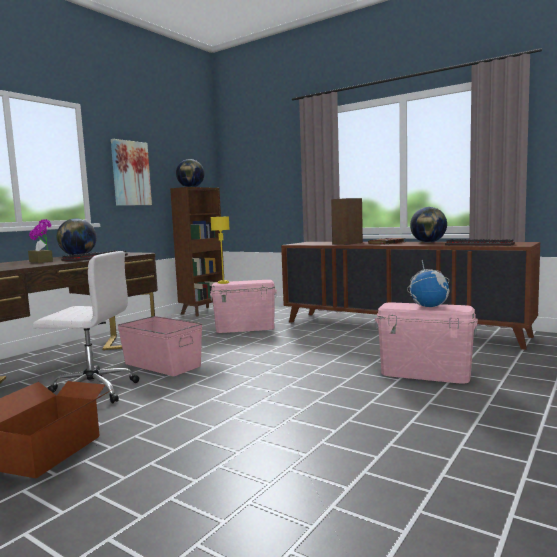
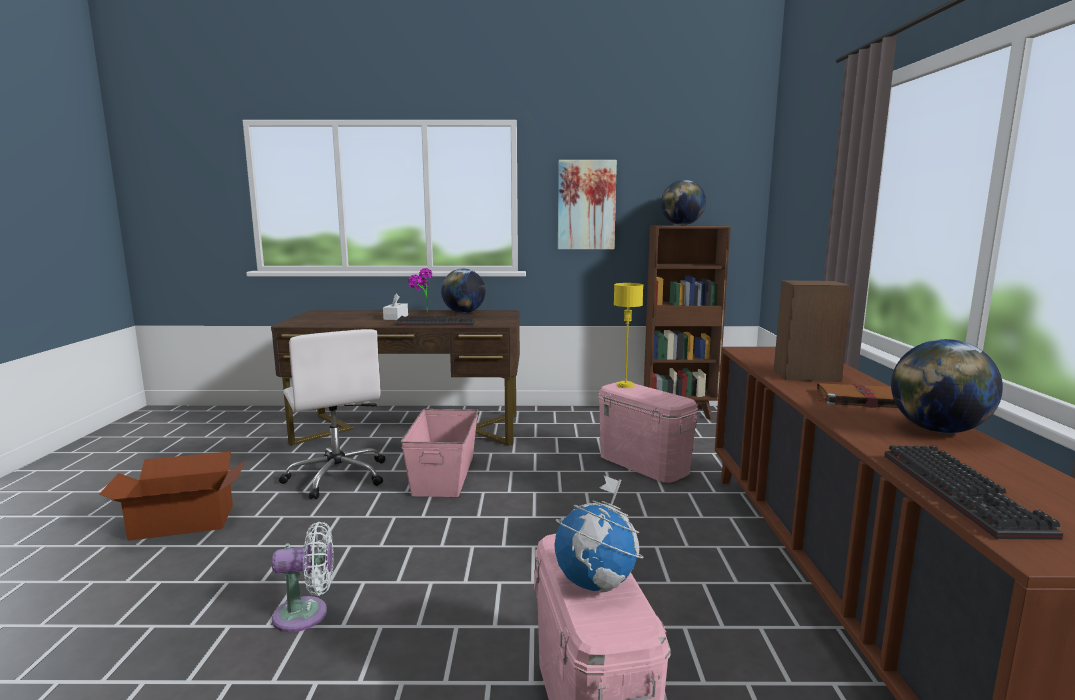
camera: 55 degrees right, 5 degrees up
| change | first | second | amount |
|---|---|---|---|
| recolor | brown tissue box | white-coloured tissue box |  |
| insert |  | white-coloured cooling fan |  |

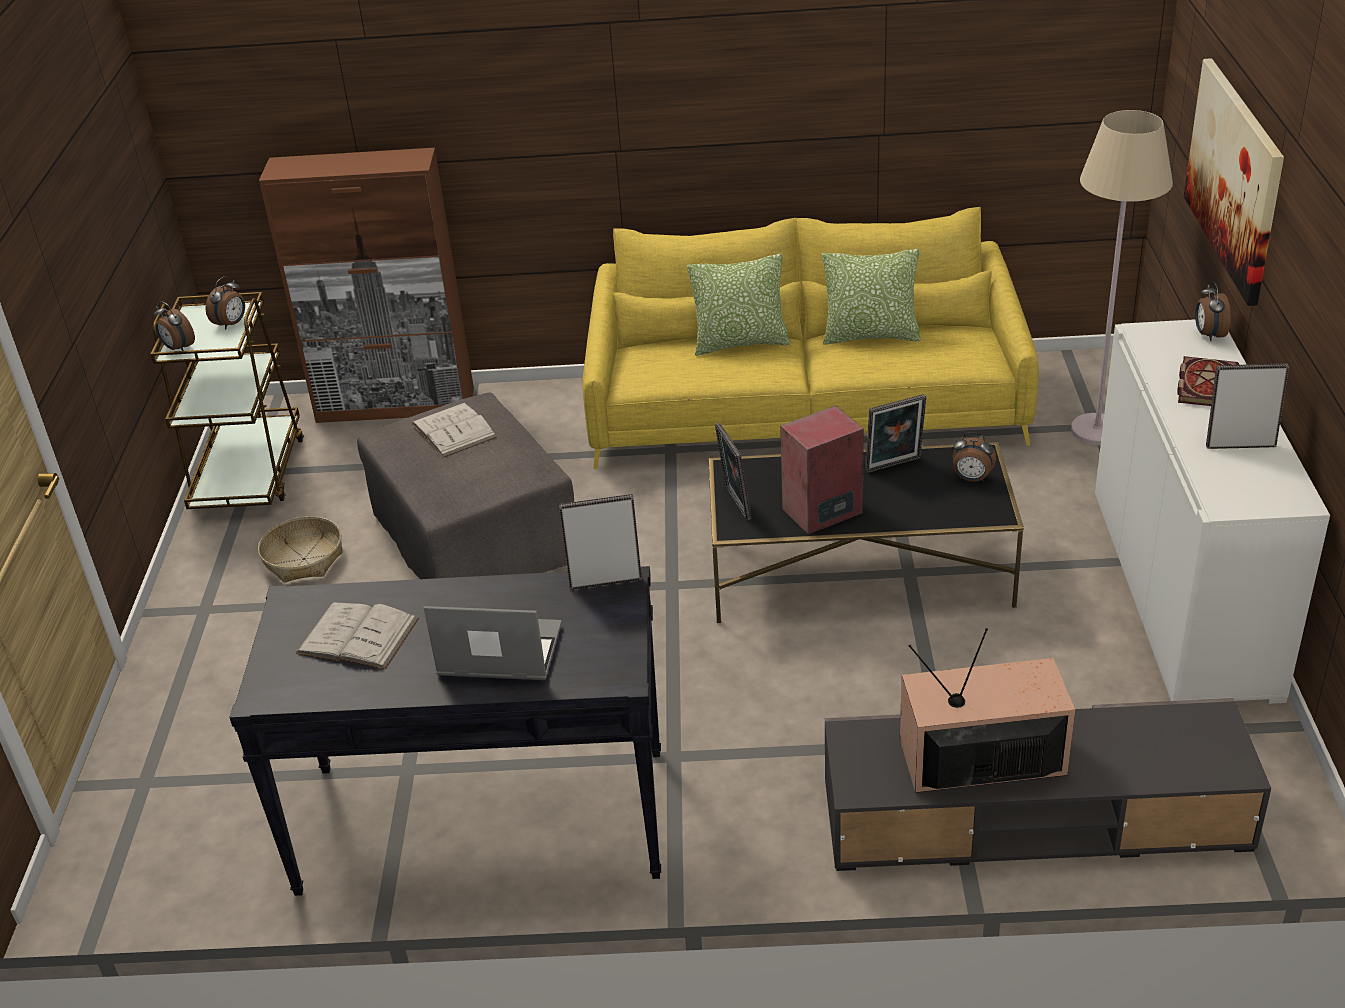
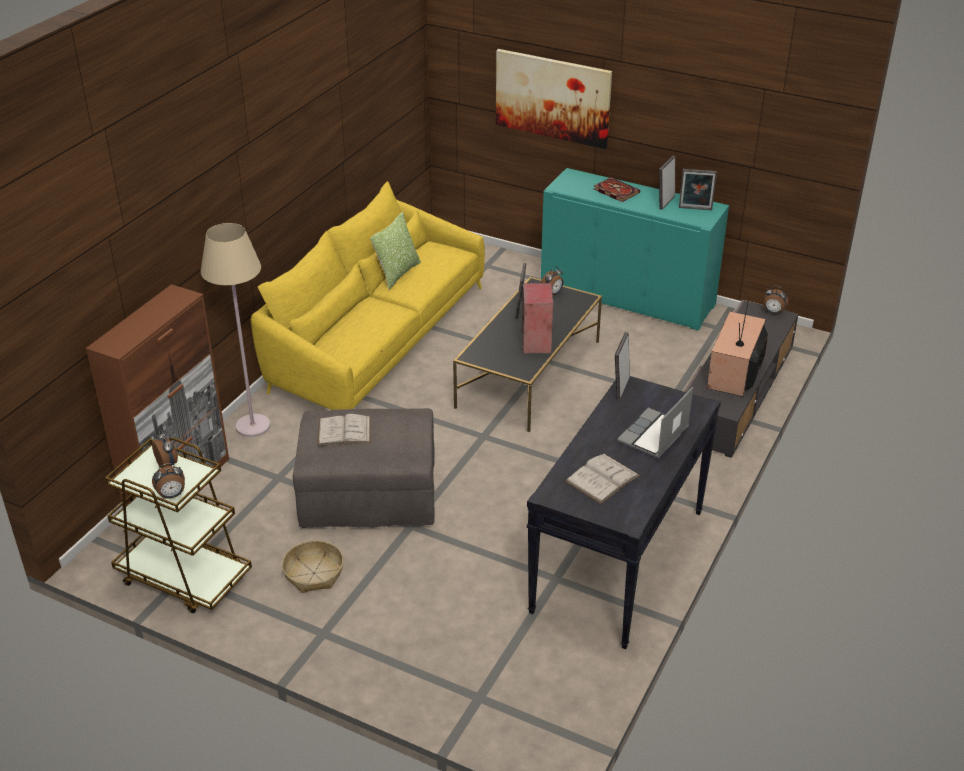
camera: 65 degrees left, 0 degrees up
| change | first | second | amount |
|---|---|---|---|
| delete | cushion (1st from left) |  |  |
| move | photo frame (2nd from left in the first image) | photo frame (4th from left) |  |
| move | beige standing lamp |  |  |
| recolor | white-coloured cupboard | blue-green cupboard |  |
| move | table clock (4th from left) |  |  |

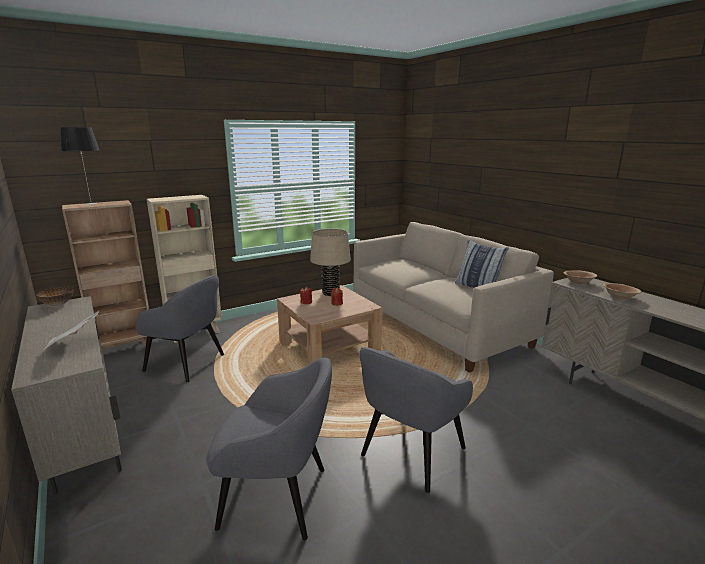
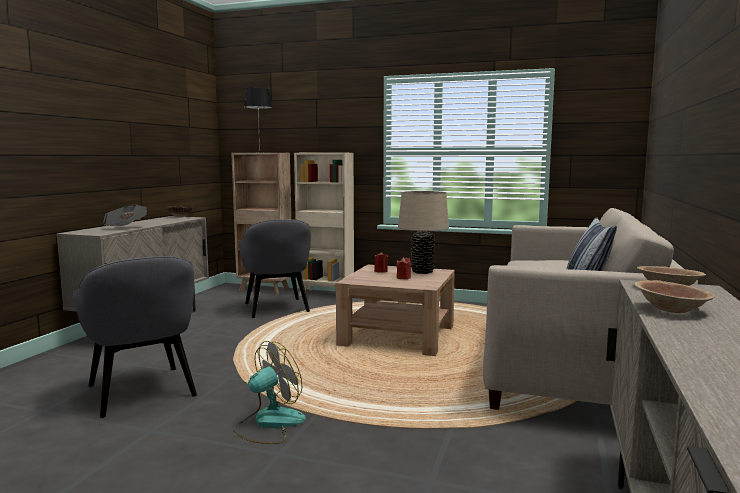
camera: 50 degrees right, 10 degrees down
| change | first | second | amount |
|---|---|---|---|
| replace | greyish lounge chair (3rd from left) | cooling fan |  |

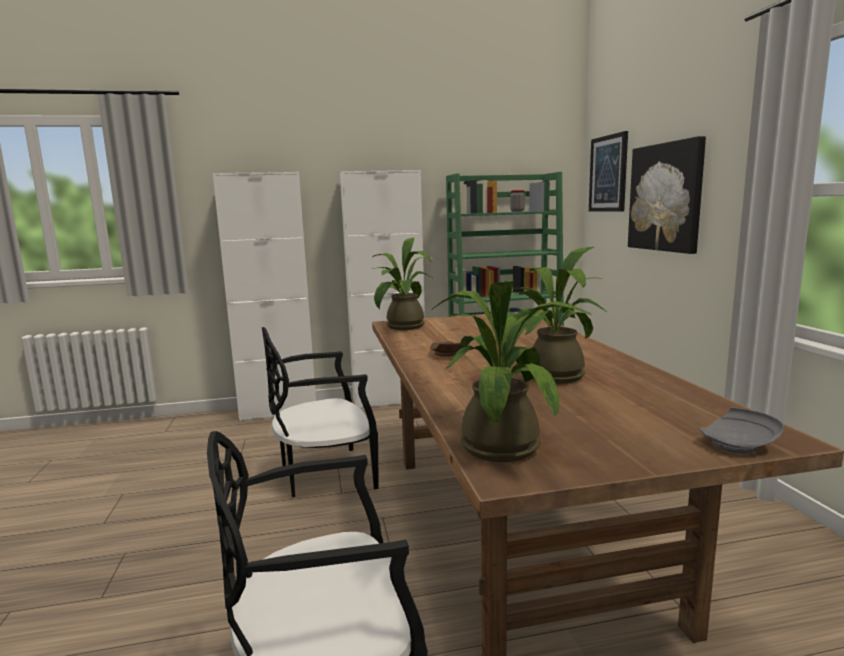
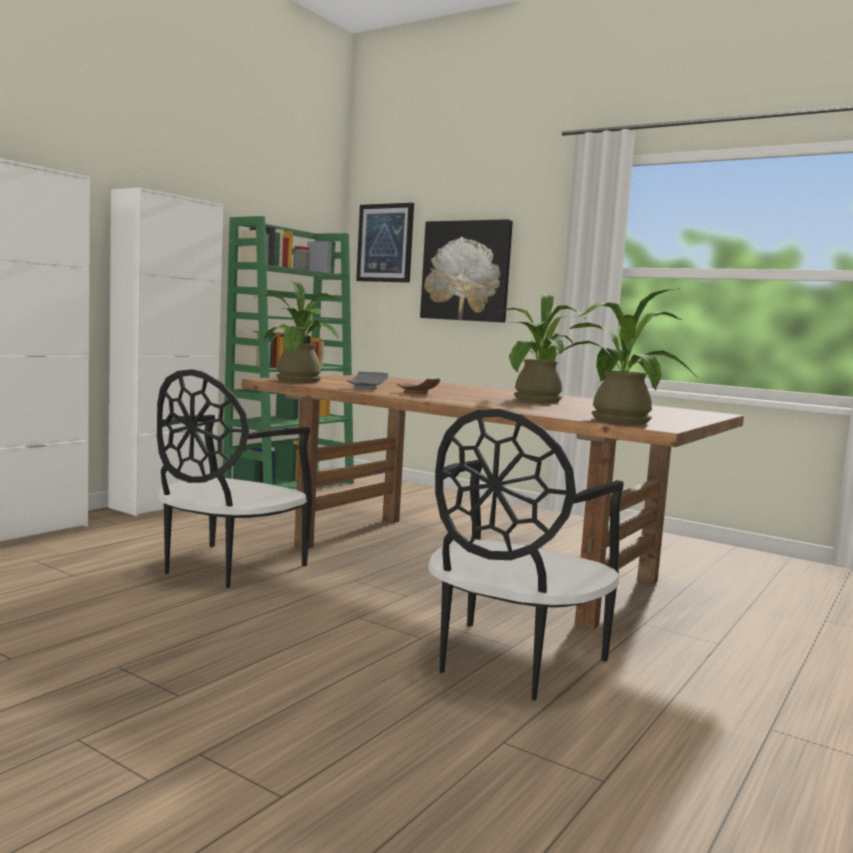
camera: 45 degrees left, 5 degrees down
| change | first | second | amount |
|---|---|---|---|
| move | greyish flat dish |  |  |

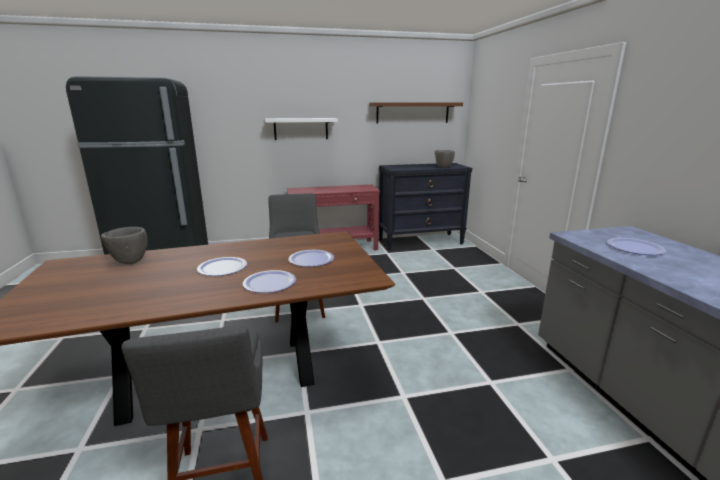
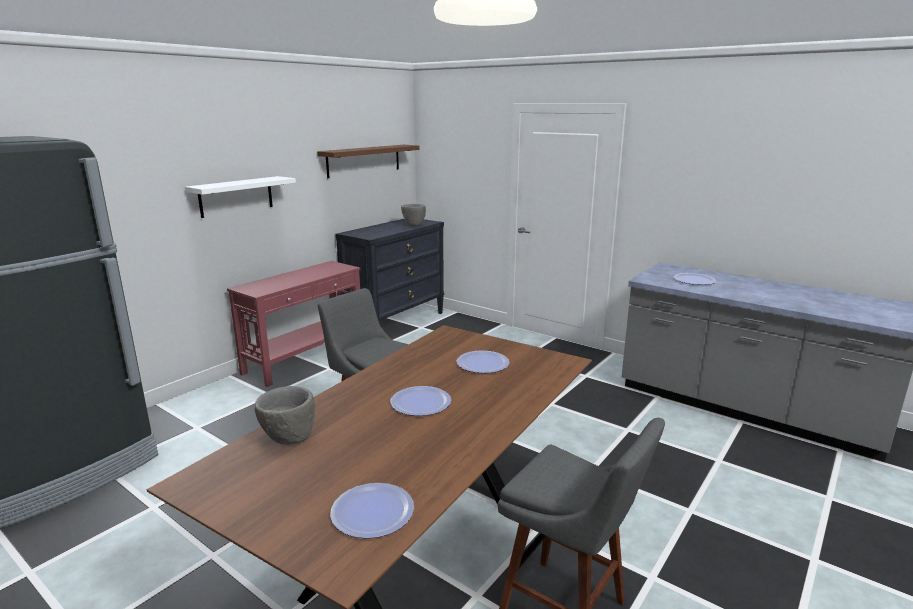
camera: 40 degrees left, 0 degrees up
| change | first | second | amount |
|---|---|---|---|
| move | flat dish (2nd from left in the first image) | flat dish (1st from left) |  |

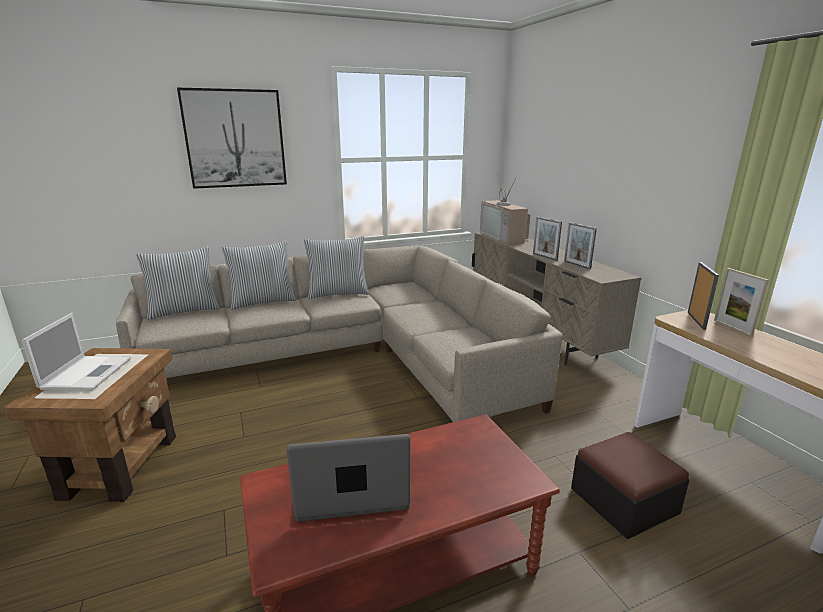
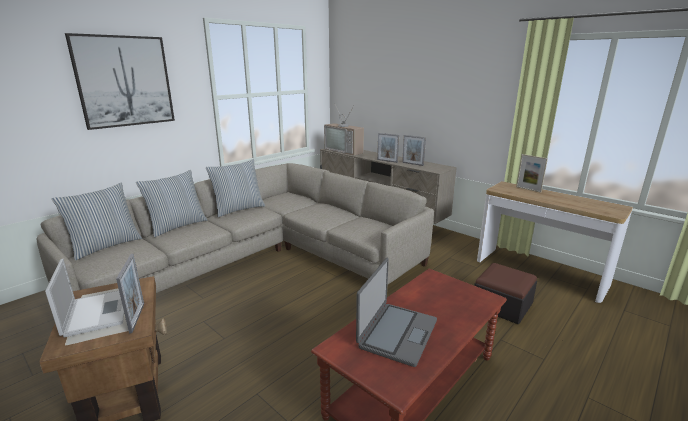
camera: 25 degrees left, 0 degrees up
| change | first | second | amount |
|---|---|---|---|
| rotate | notebook computer (2nd from left) |  | 150 degrees clockwise |
| move | photo frame (3rd from left in the first image) | photo frame (1st from left) |  |

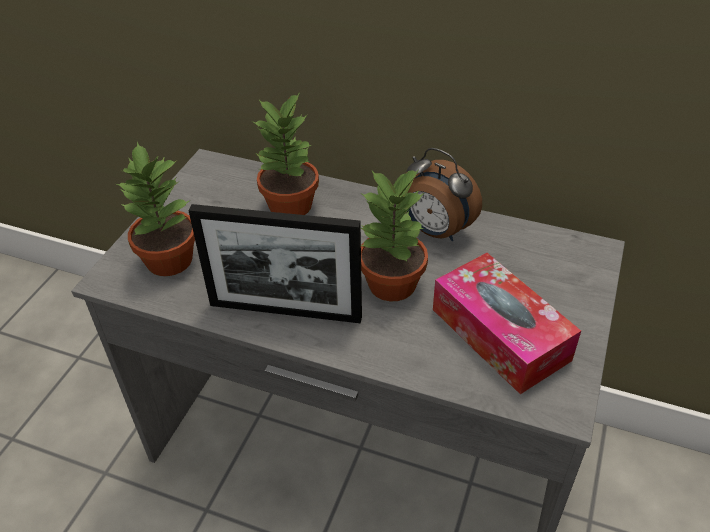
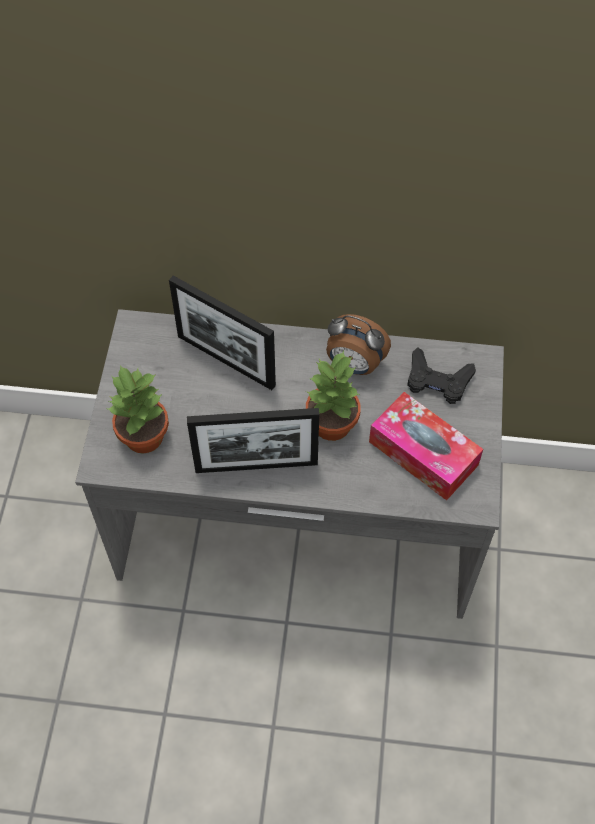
camera: 15 degrees left, 15 degrees up
| change | first | second | amount |
|---|---|---|---|
| replace | plant in a pot (2nd from left) | photo frame (1st from left) |  |
| insert |  | black-coloured game controller |  |

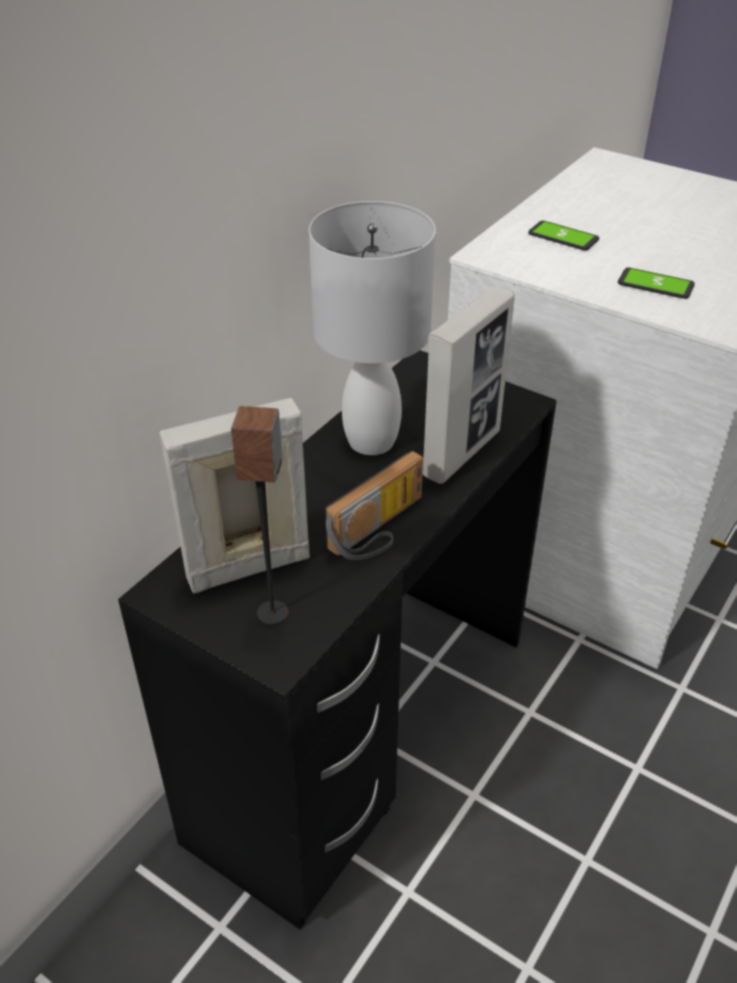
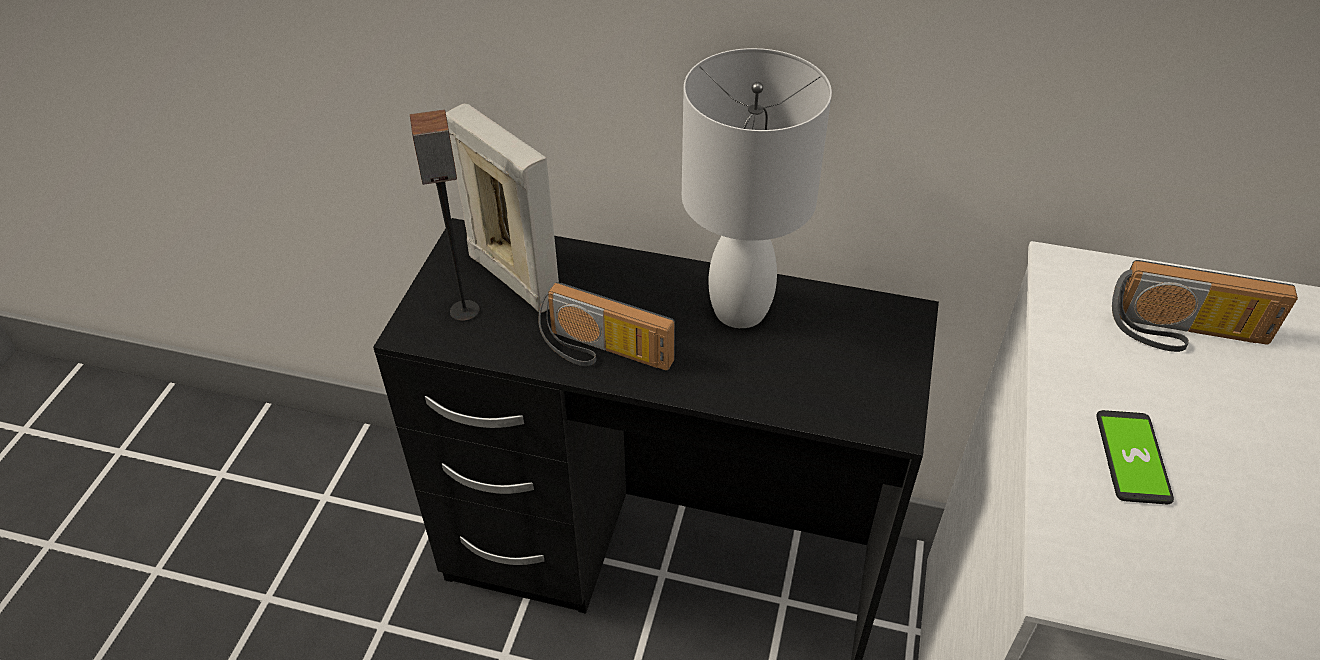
camera: 70 degrees right, 5 degrees up
| change | first | second | amount |
|---|---|---|---|
| delete | photo frame (2nd from left) |  |  |
| replace | telephone (1st from left) | radio (2nd from left) |  |

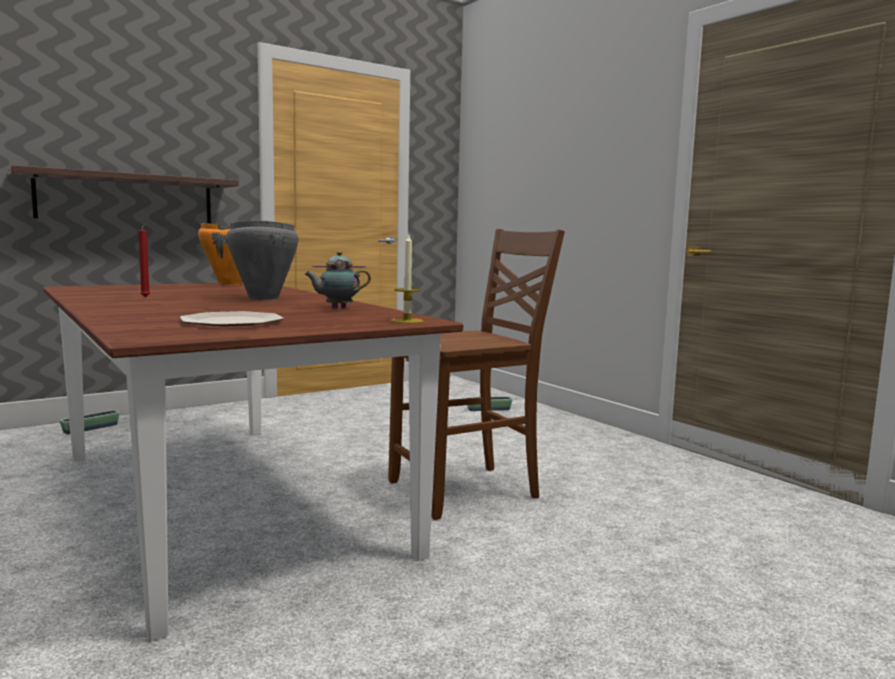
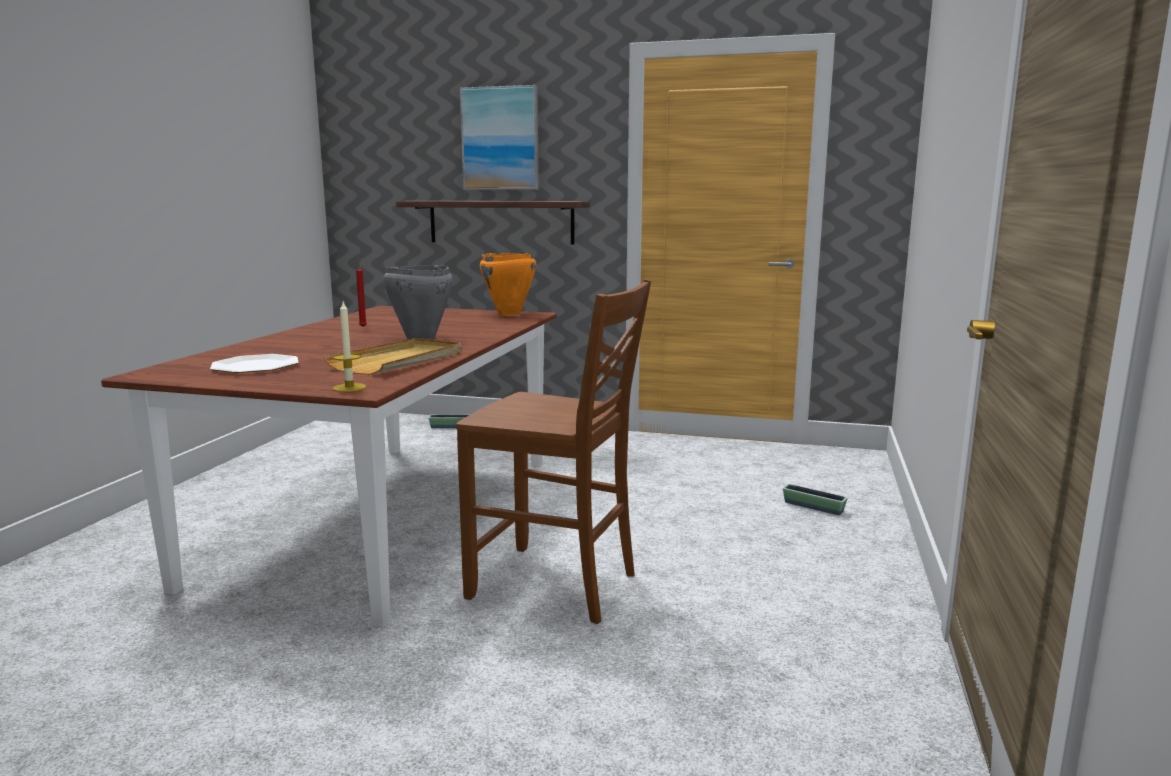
camera: 50 degrees right, 5 degrees up
| change | first | second | amount |
|---|---|---|---|
| replace | pot for tea | beige tray |  |
| insert |  | wall art |  |

